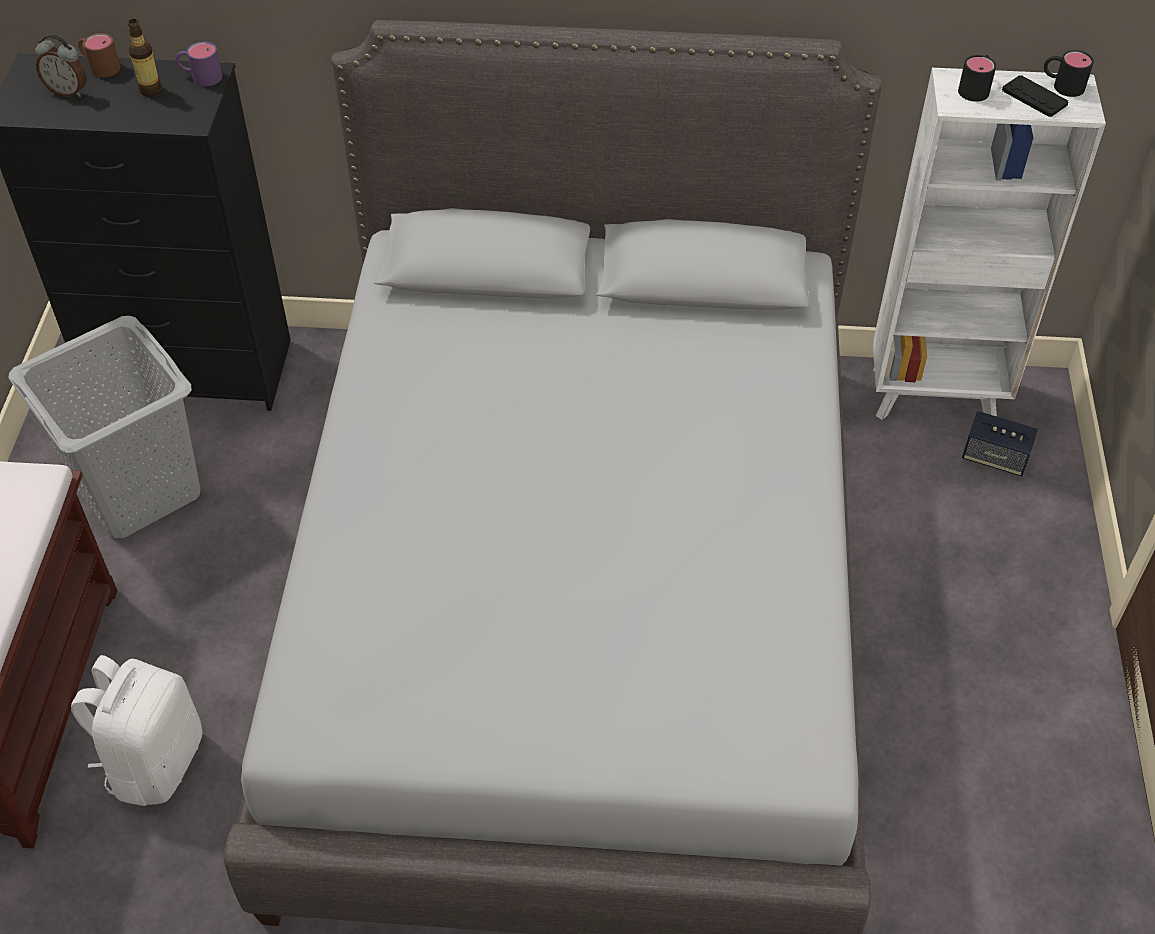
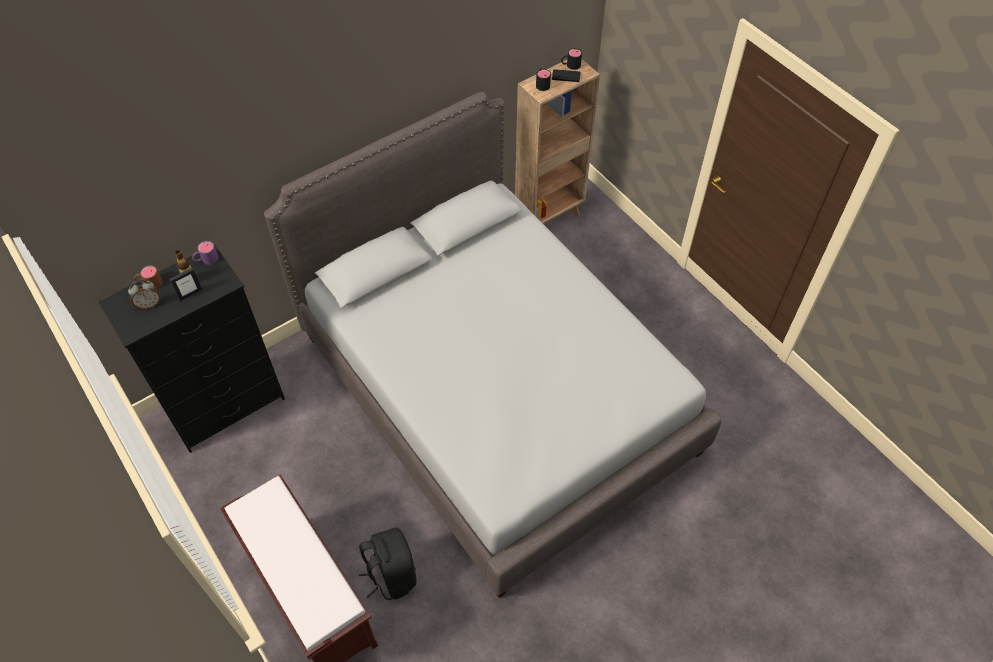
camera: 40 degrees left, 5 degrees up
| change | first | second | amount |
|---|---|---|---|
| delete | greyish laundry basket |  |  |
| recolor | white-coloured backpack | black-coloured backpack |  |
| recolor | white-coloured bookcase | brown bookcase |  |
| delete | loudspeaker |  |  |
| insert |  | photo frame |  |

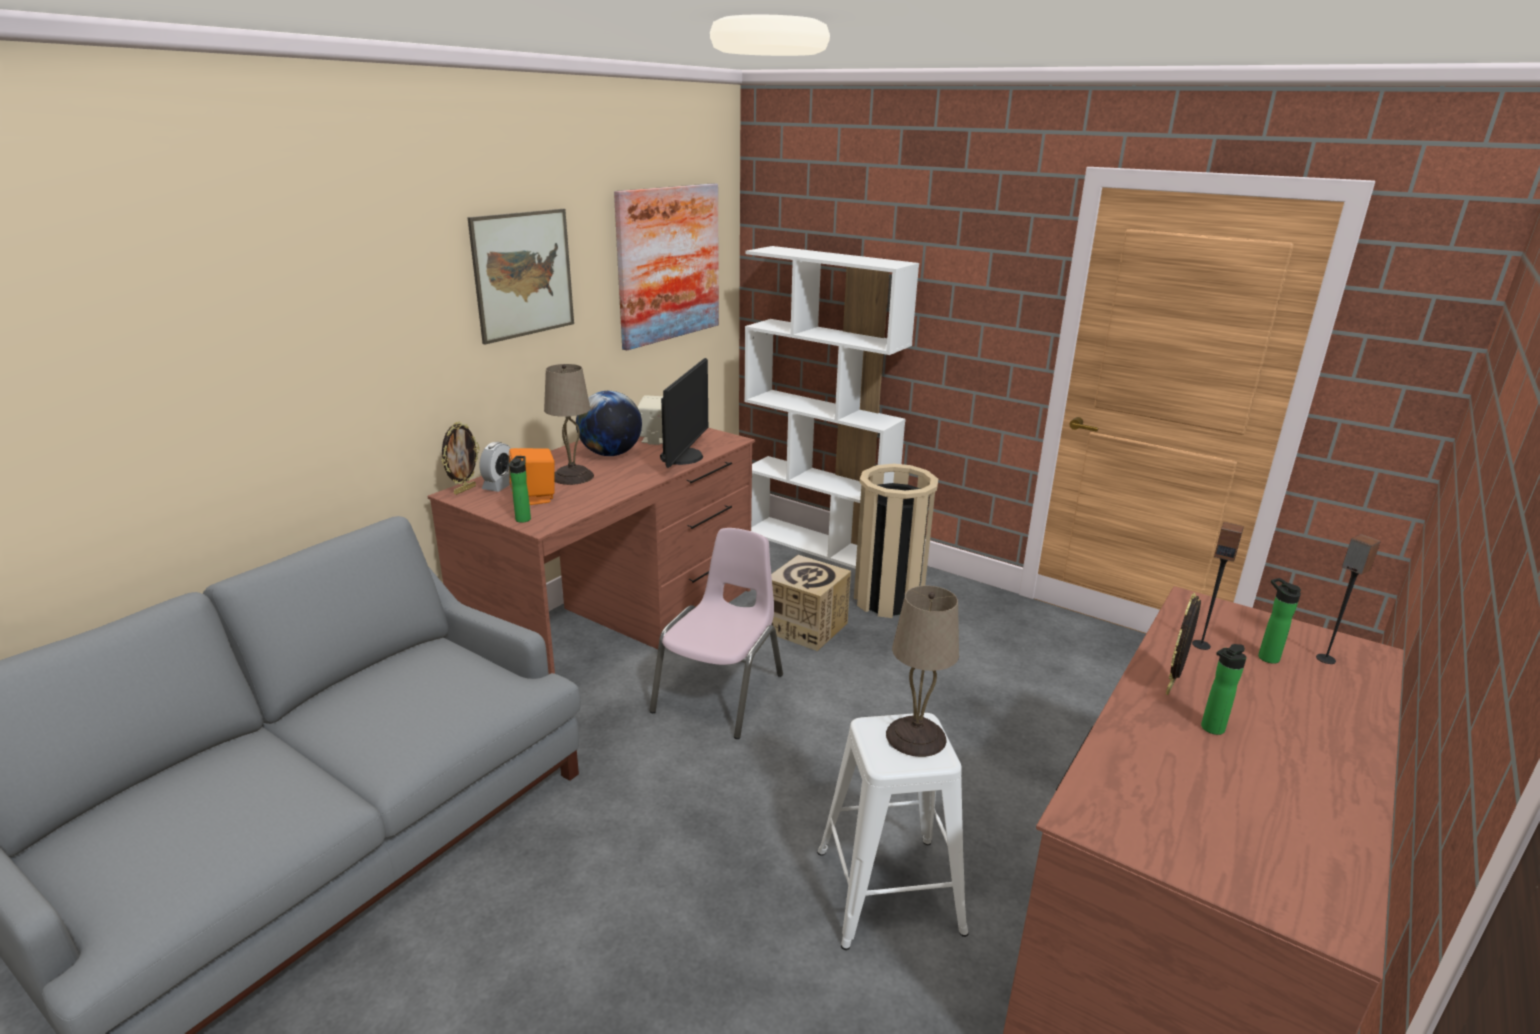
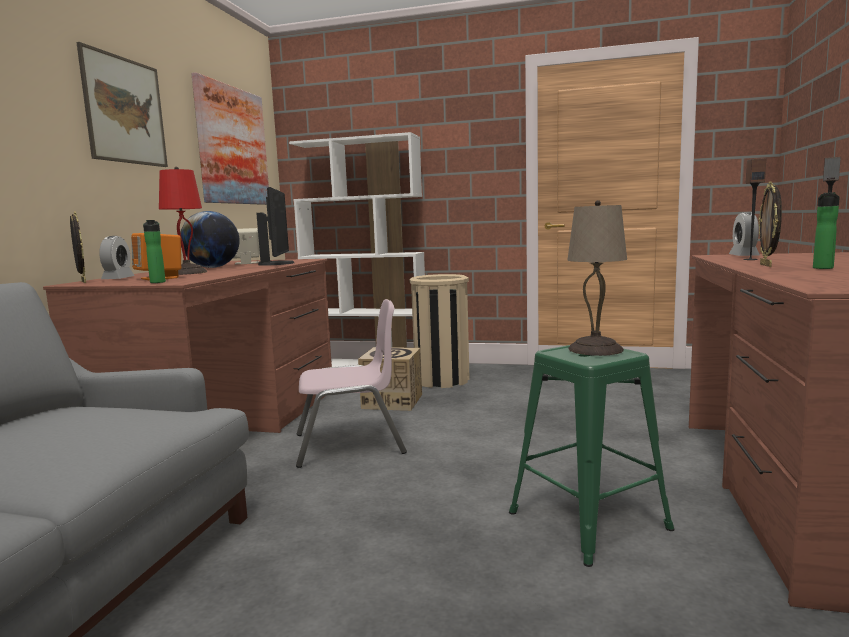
camera: 20 degrees left, 15 degrees down
| change | first | second | amount |
|---|---|---|---|
| rotate | photo frame (1st from left) |  | 45 degrees counterclockwise |
| recolor | beige table lamp (1st from left) | reddish table lamp |  |
| rotate | pink-coloured plain chair |  | 75 degrees clockwise |
| recolor | white-coloured stool | green-coloured stool |  |
| delete | beverage bottle (3rd from left) |  |  |
| insert |  | table clock (2nd from left) |  |

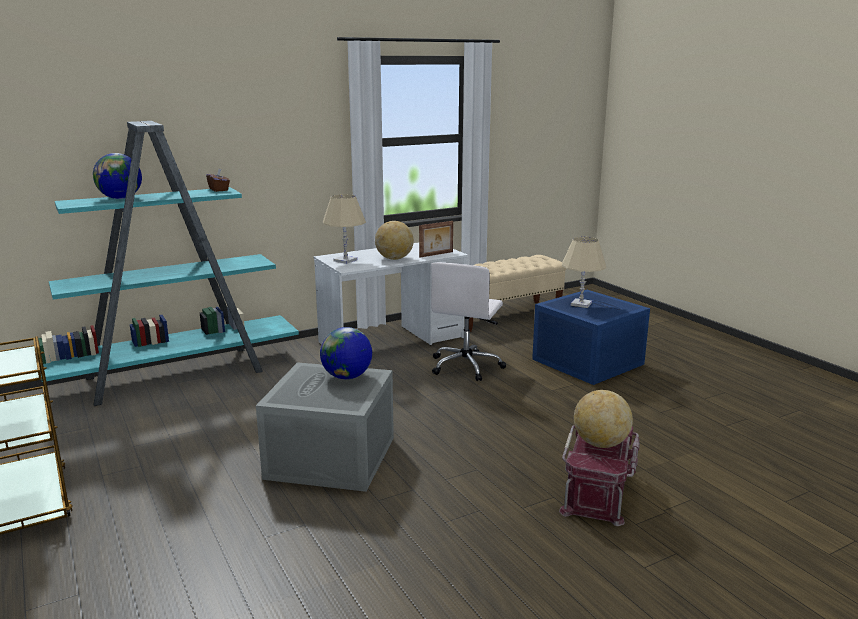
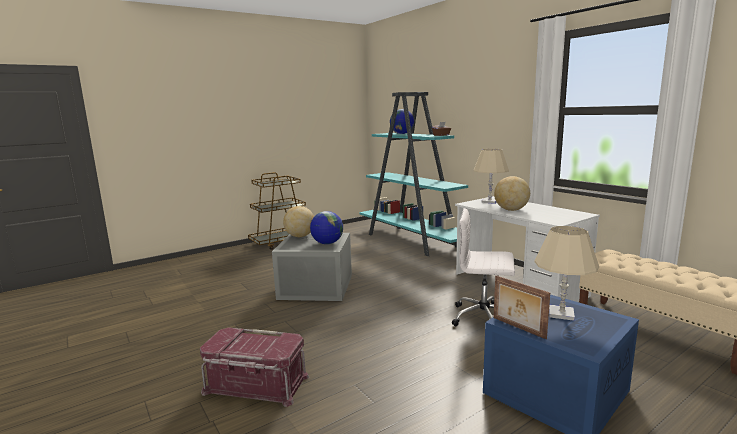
camera: 85 degrees right, 5 degrees down
| change | first | second | amount |
|---|---|---|---|
| move | photo frame |  |  |
| move | globe (4th from left in the first image) | globe (1st from left) |  |

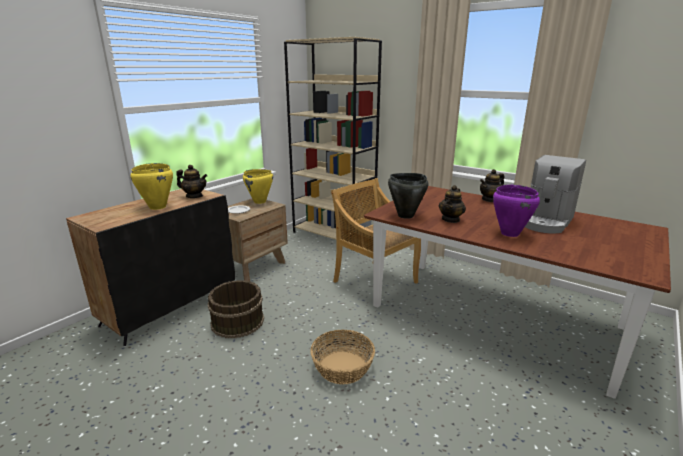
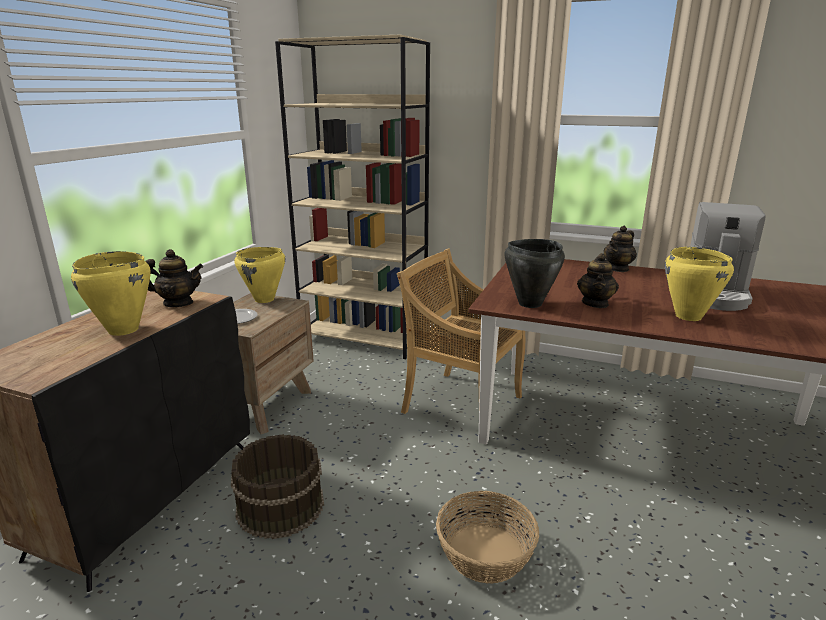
camera: 15 degrees left, 0 degrees up
| change | first | second | amount |
|---|---|---|---|
| recolor | purplish saucepot | yellow saucepot (3rd from left) |  |

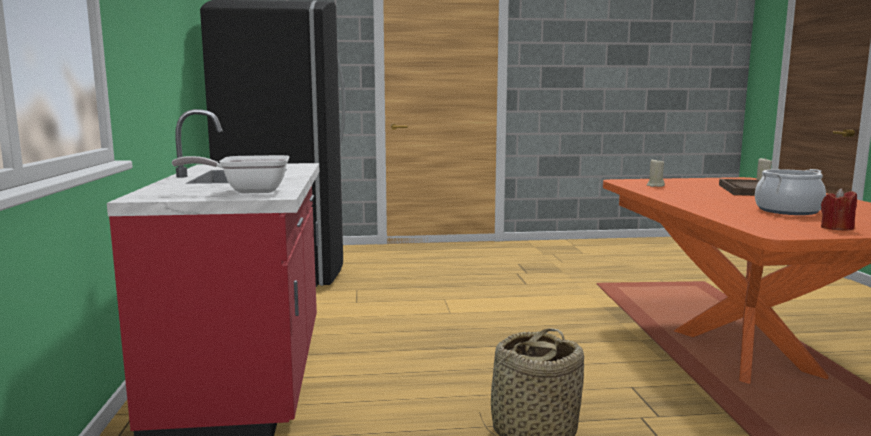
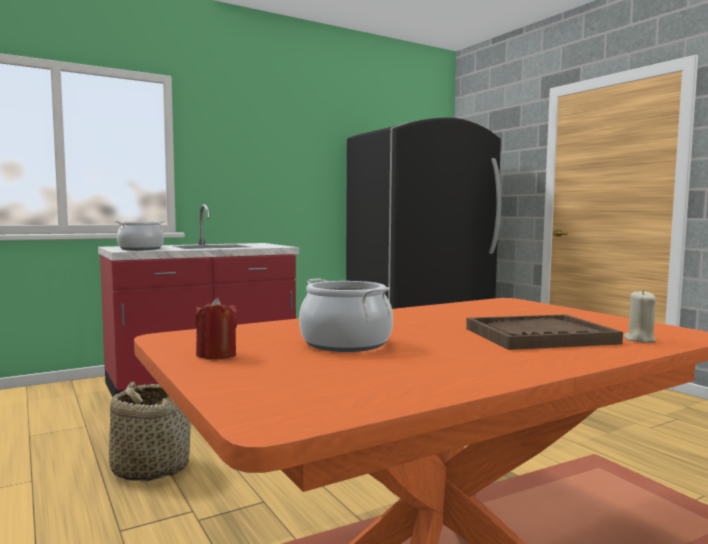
camera: 65 degrees right, 5 degrees down
| change | first | second | amount |
|---|---|---|---|
| replace | frying pan | saucepot (1st from left) |  |
| delete | beige wax candle (1st from left) |  |  |

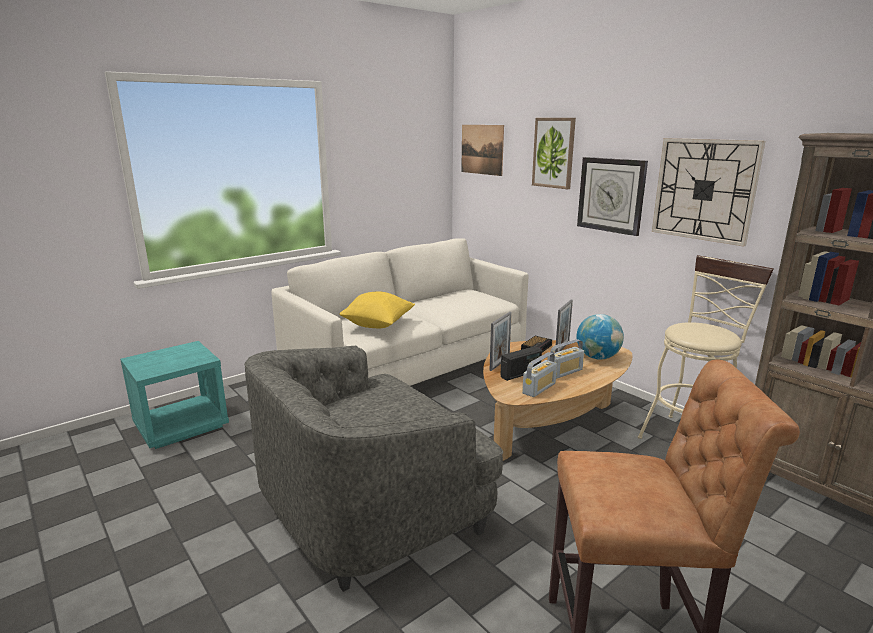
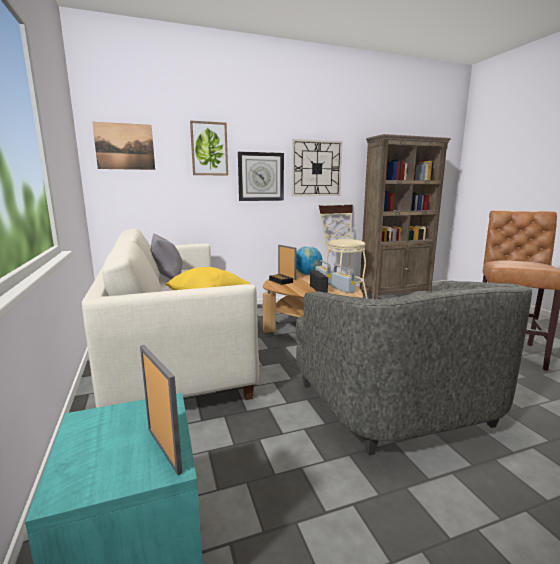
camera: 70 degrees left, 5 degrees down
| change | first | second | amount |
|---|---|---|---|
| move | photo frame (1st from left) |  |  |
| insert |  | greyish cushion |  |

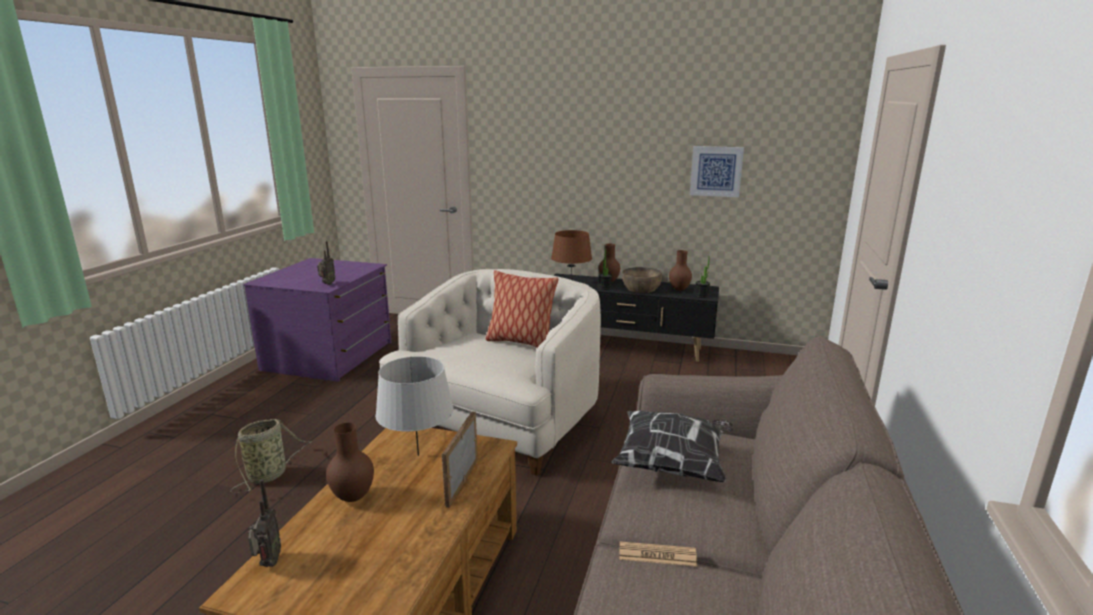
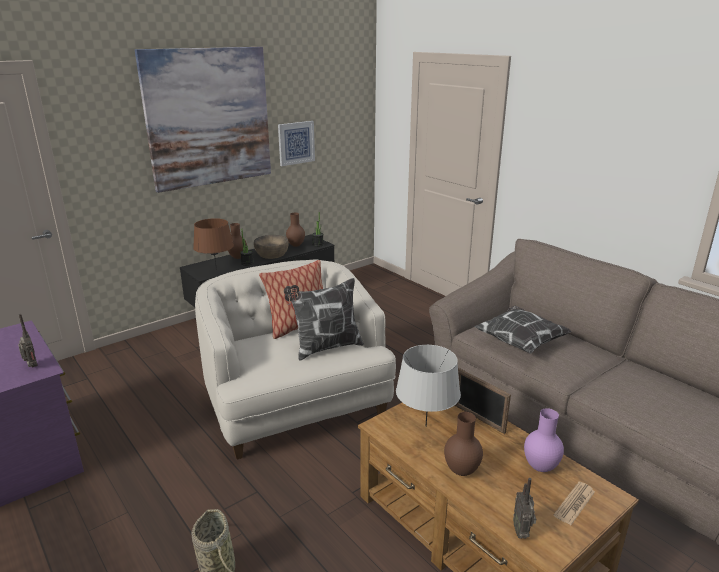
camera: 55 degrees left, 5 degrees up
| change | first | second | amount |
|---|---|---|---|
| rotate | radio (1st from left in the first image) | radio (2nd from left) | 120 degrees counterclockwise |
| move | daily paper |  |  |
| insert |  | wall art (1st from left) |  |
| insert |  | cushion (2nd from left) |  |
| insert |  | purplish vase |  |

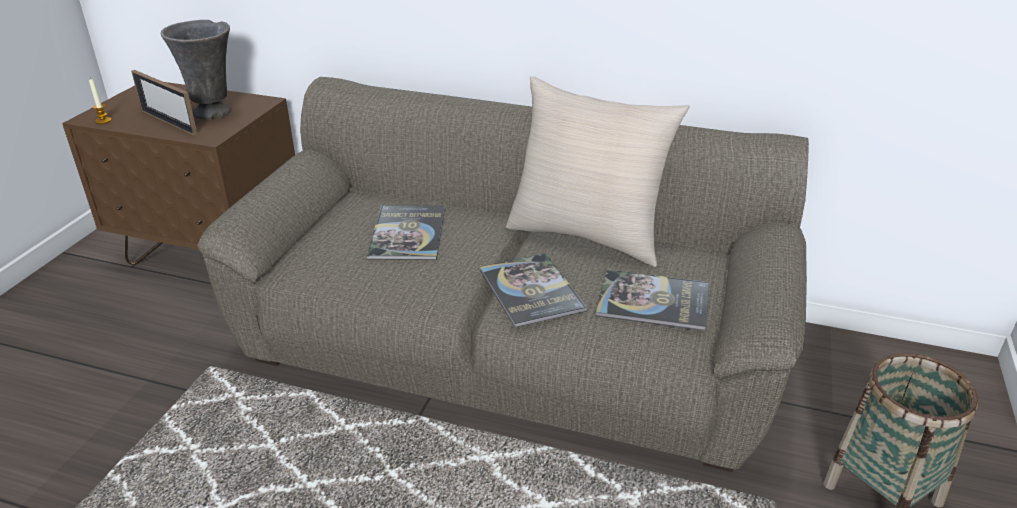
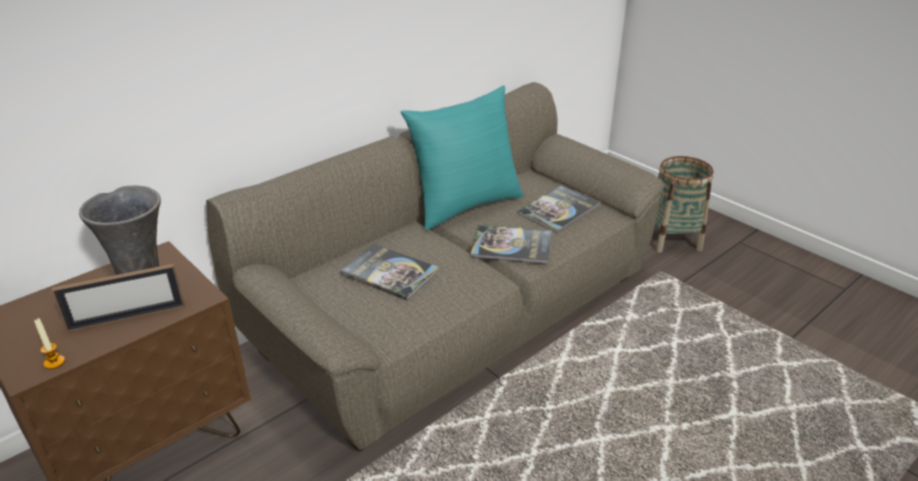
camera: 60 degrees left, 0 degrees up
| change | first | second | amount |
|---|---|---|---|
| recolor | beige cushion | blue-green cushion |  |

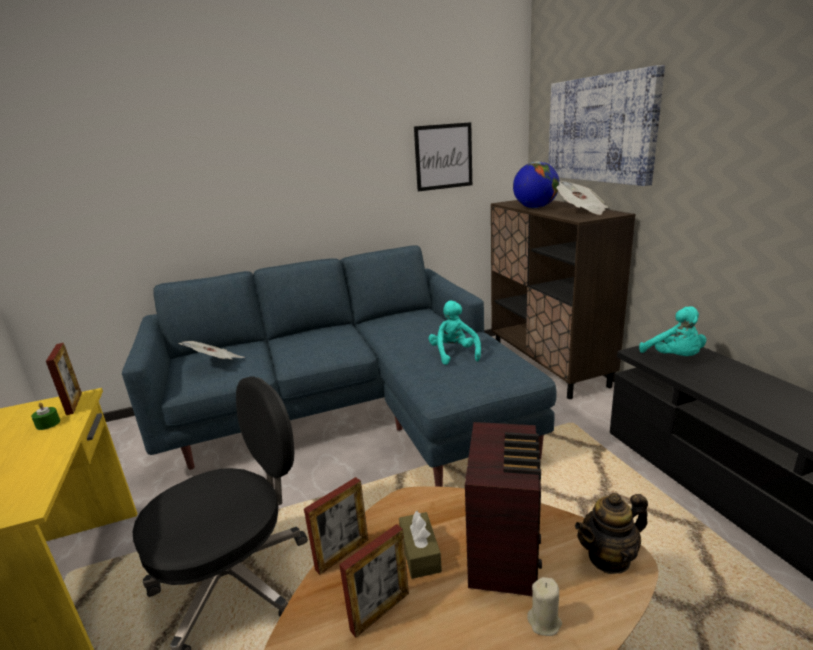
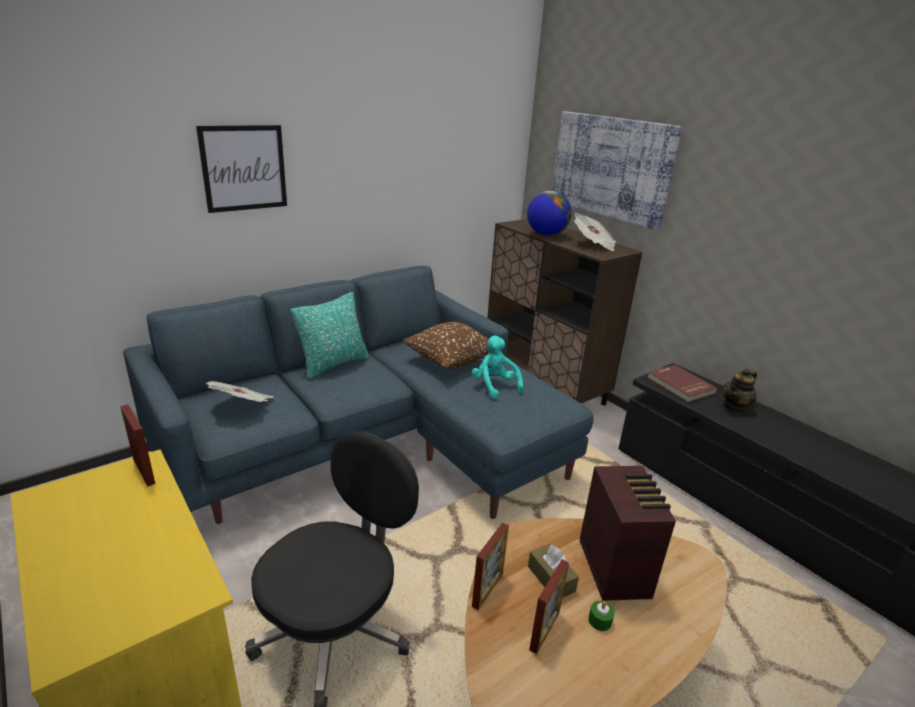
camera: 20 degrees left, 5 degrees up
| change | first | second | amount |
|---|---|---|---|
| move | green-coloured wax candle |  |  |
| move | wall art (1st from left) |  |  |
| delete | beige wax candle |  |  |
| move | pot for tea |  |  |
| replace | blue-green plush toy (2nd from left) | reddish volume |  |
| insert |  | blue-green cushion |  |
| insert |  | brown cushion |  |

